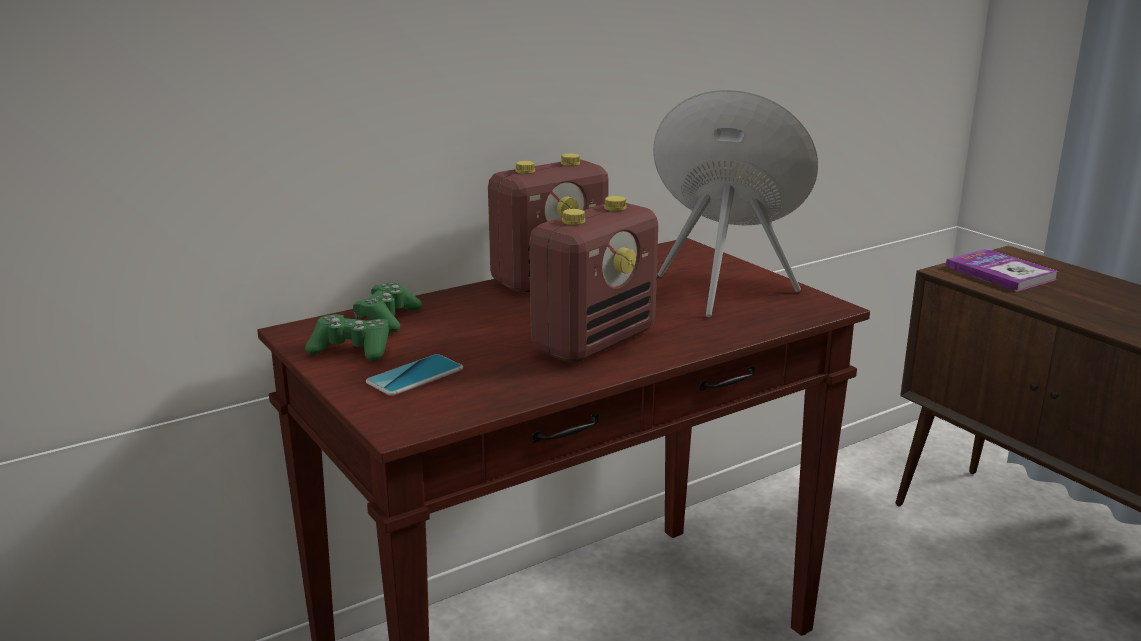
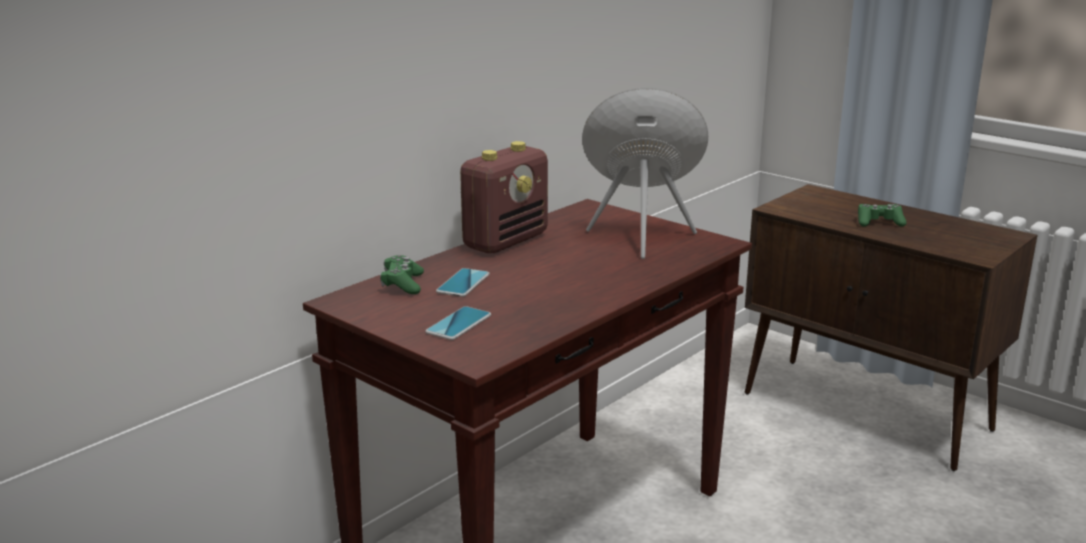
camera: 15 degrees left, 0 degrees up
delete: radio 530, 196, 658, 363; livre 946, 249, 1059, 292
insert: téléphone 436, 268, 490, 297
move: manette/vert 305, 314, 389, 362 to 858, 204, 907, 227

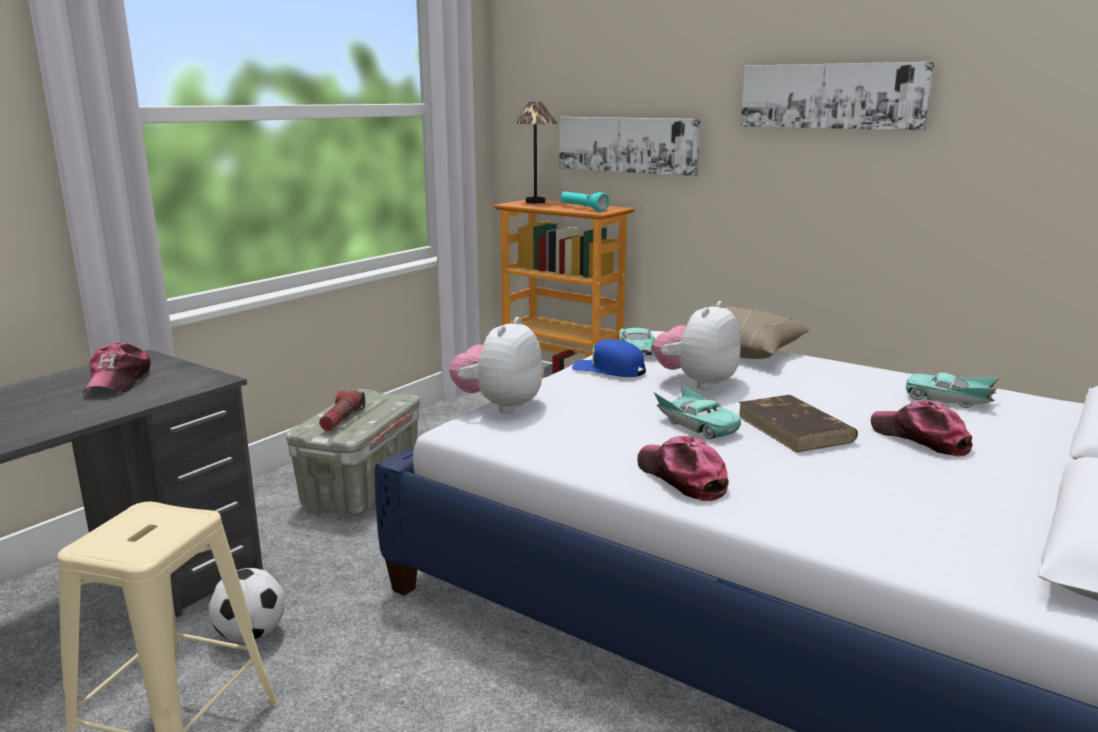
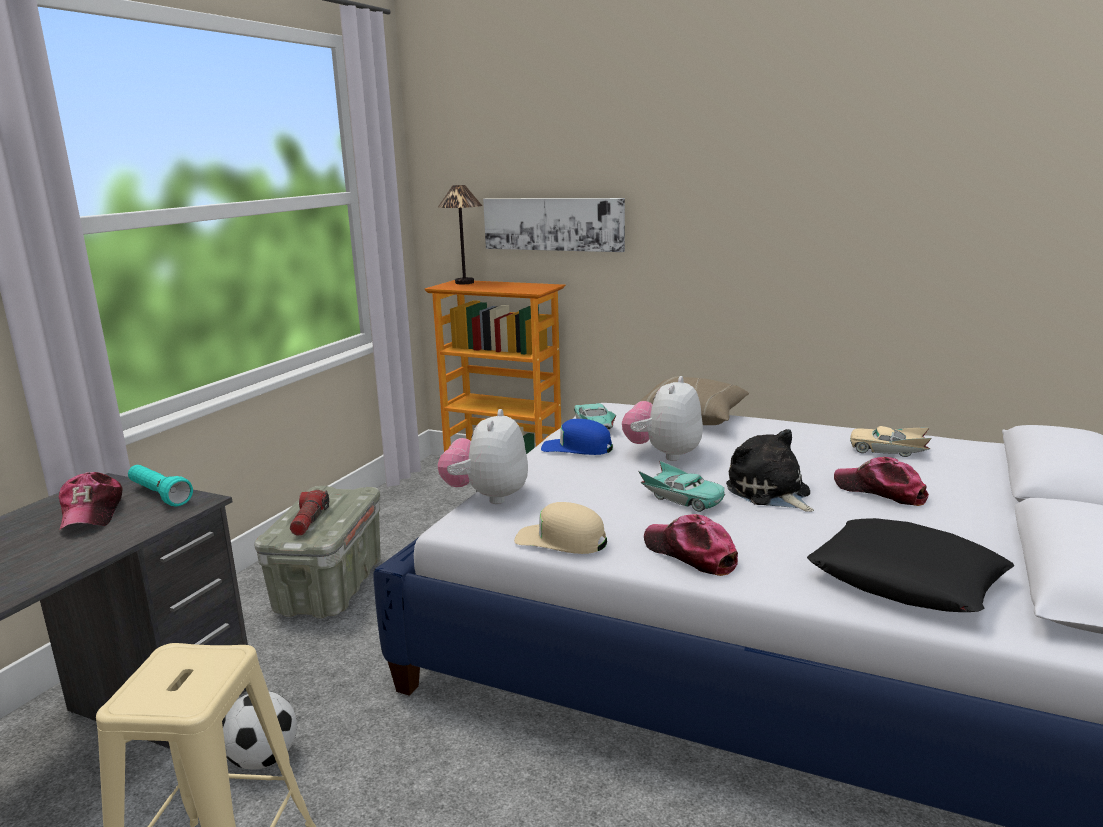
camera: 10 degrees left, 0 degrees up
delete: tableau 741, 62, 934, 131
insert: casquette/beige 514, 502, 607, 554; coussin/noir 807, 518, 1014, 612
move: lampe de poche/turquoise 561, 192, 609, 212 to 128, 465, 193, 507
replace: livre/marron 738, 395, 858, 453 to peluche 726, 429, 814, 512
recolor: petite voiture/turquoise 906, 372, 999, 408 to petite voiture/beige 850, 426, 932, 457

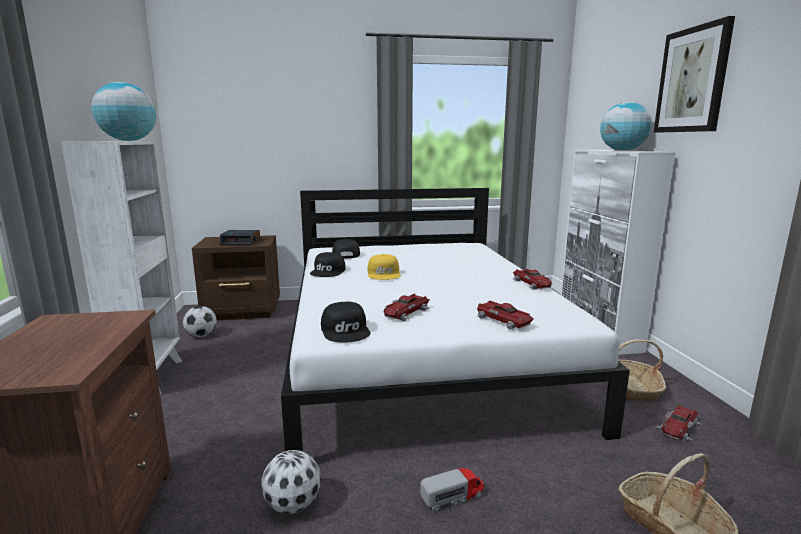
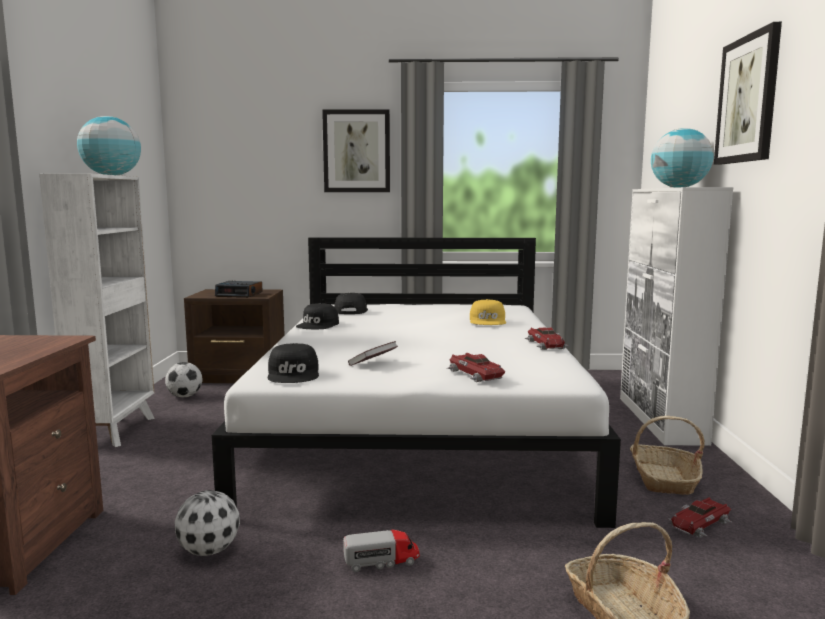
camera: 10 degrees right, 5 degrees down
insert: tableau 322, 109, 390, 192
move: casquette/jaune 367, 254, 401, 280 to 470, 299, 506, 325
replace: petite voiture 382, 294, 430, 321 to livre 348, 341, 398, 366

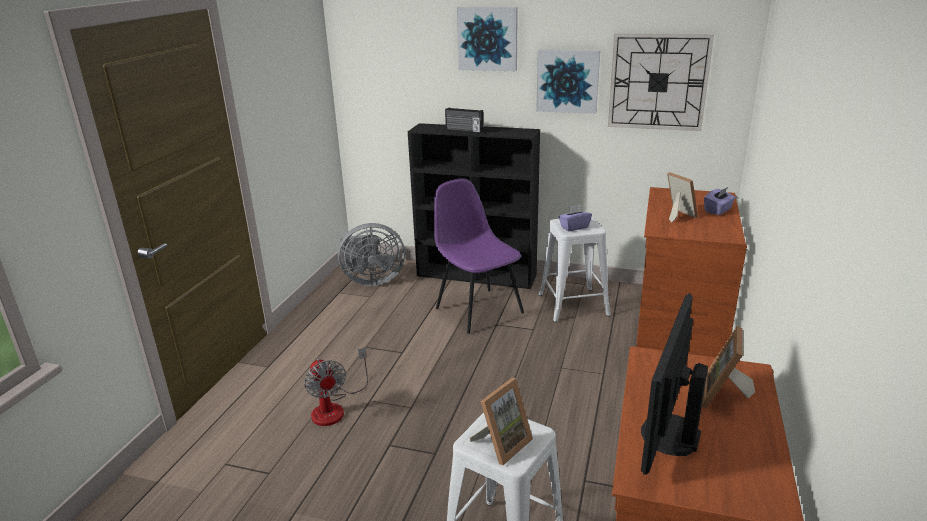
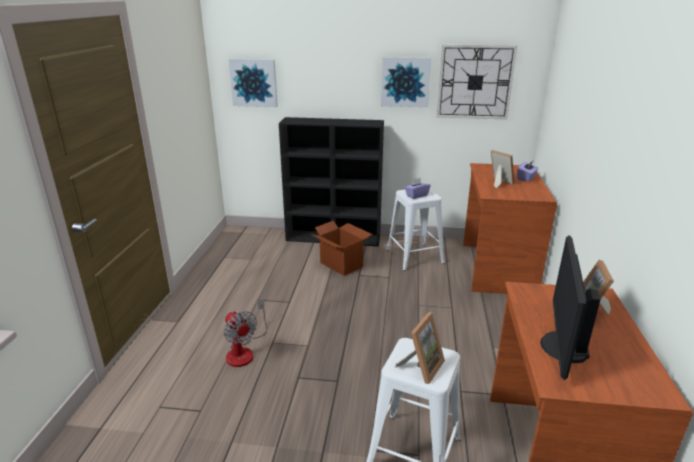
camera: 10 degrees left, 0 degrees up
delete: ventilateur/gris 338, 223, 405, 286; radio 445, 108, 484, 134
move: tableau 457, 7, 518, 71 to 229, 59, 278, 107
replace: chaise/violet 434, 178, 524, 334 to carton 310, 221, 373, 276

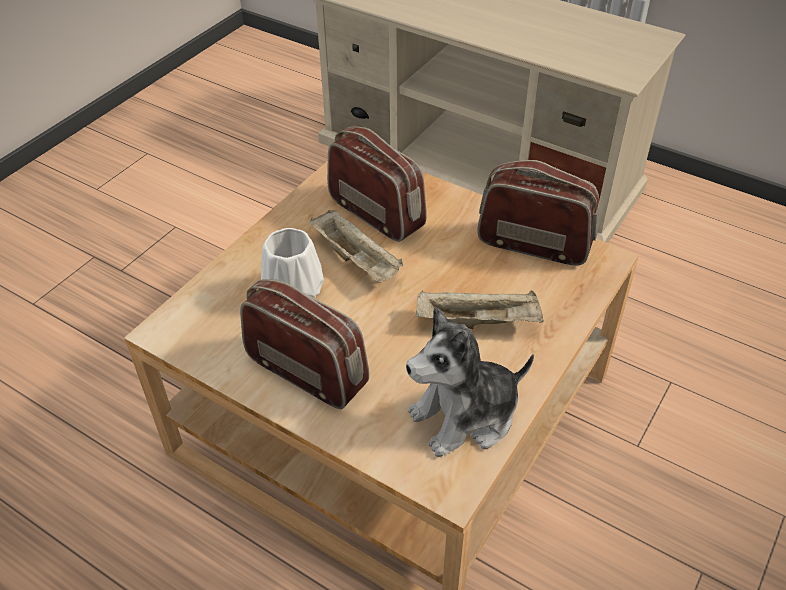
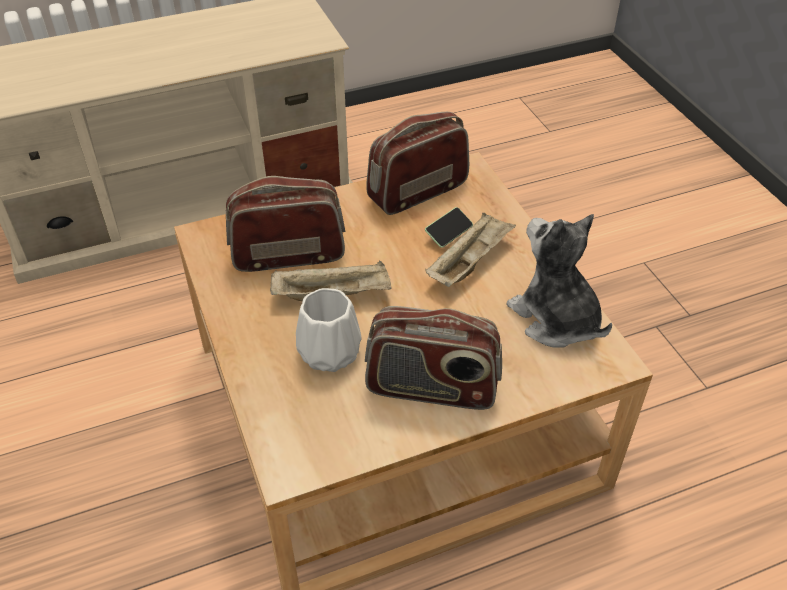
camera: 55 degrees left, 0 degrees up
insert: téléphone 425, 207, 473, 248
rotate: radio 240, 279, 369, 409 = 365, 306, 502, 410 150 degrees counterclockwise; peluche 406, 307, 534, 457 = 506, 214, 612, 347 135 degrees clockwise

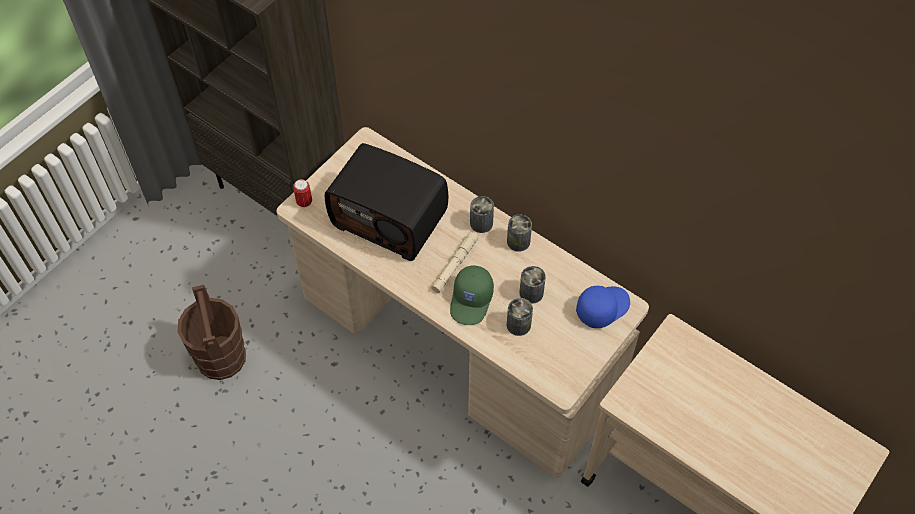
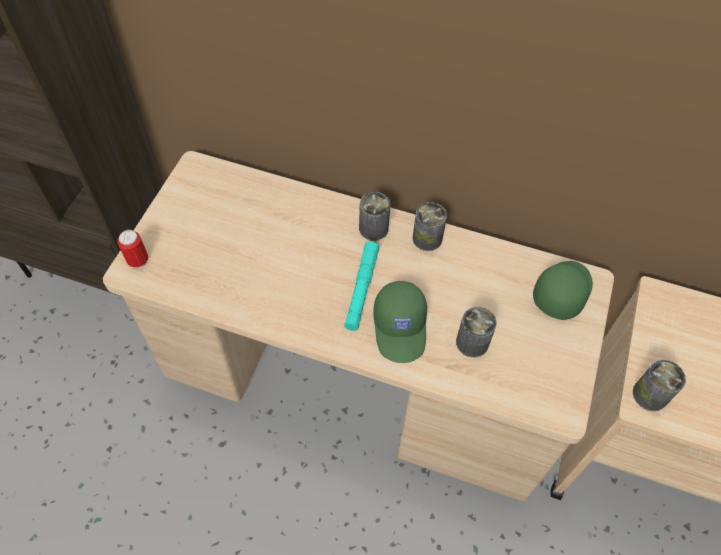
camera: 20 degrees left, 0 degrees up
delete: seau/marron 177, 285, 246, 380; radio 325, 143, 448, 261
move: boîte métallique 519, 266, 546, 304 to 633, 360, 686, 411
recolor: lampe de poche/beige 431, 232, 479, 293 to lampe de poche/turquoise 344, 241, 379, 331; casquette/bleu 576, 286, 630, 328 to casquette/vert 533, 261, 593, 320

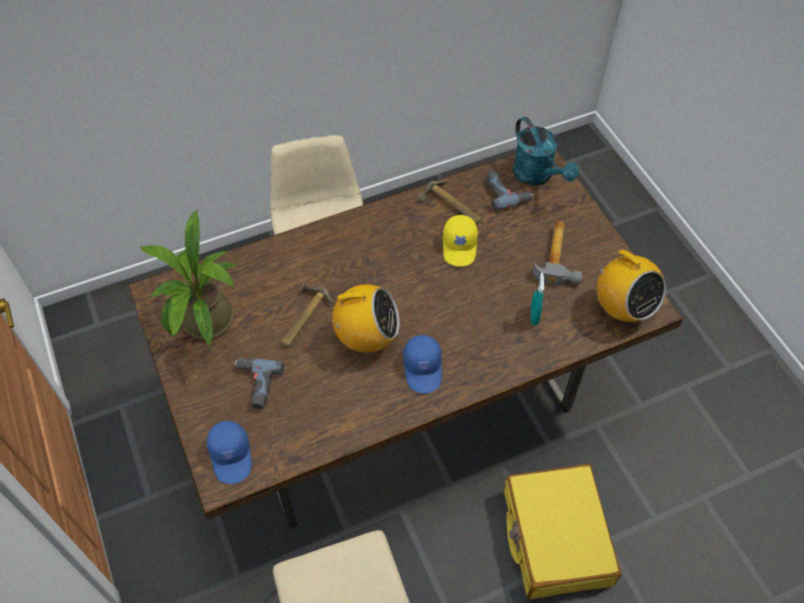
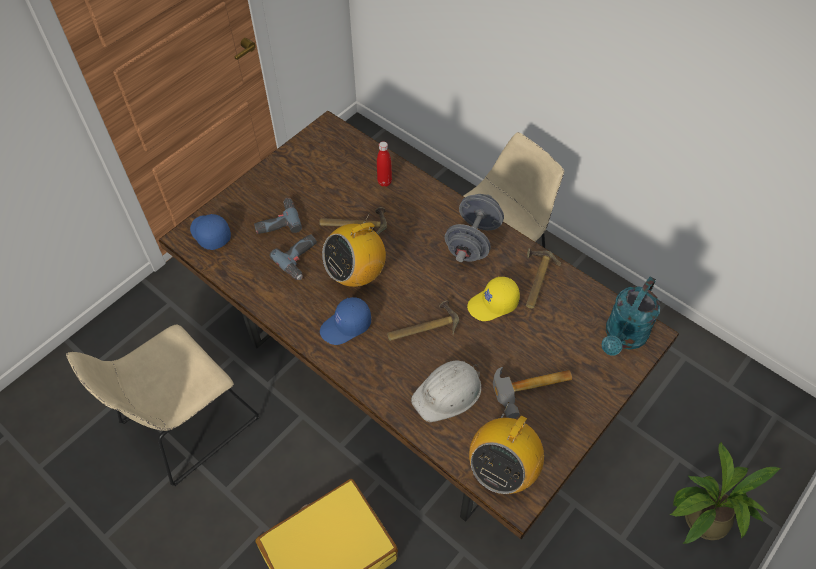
camera: 65 degrees right, 0 degrees up
insert: bouteille/rouge 377, 141, 392, 187; marteau 387, 300, 459, 341; haltère/gris 445, 194, 504, 262
move: plante en pot 140, 210, 237, 347 to 669, 441, 781, 544; perceuse 487, 171, 534, 211 to 269, 234, 317, 280
replace: vaporisateur/turquoise 531, 272, 544, 325 to casque de chantier/blanc 411, 361, 481, 422
rotate: casquette/bleu 207, 421, 252, 484 = 190, 214, 231, 250 90 degrees clockwise; radio 327, 284, 400, 353 = 322, 213, 386, 287 75 degrees clockwise

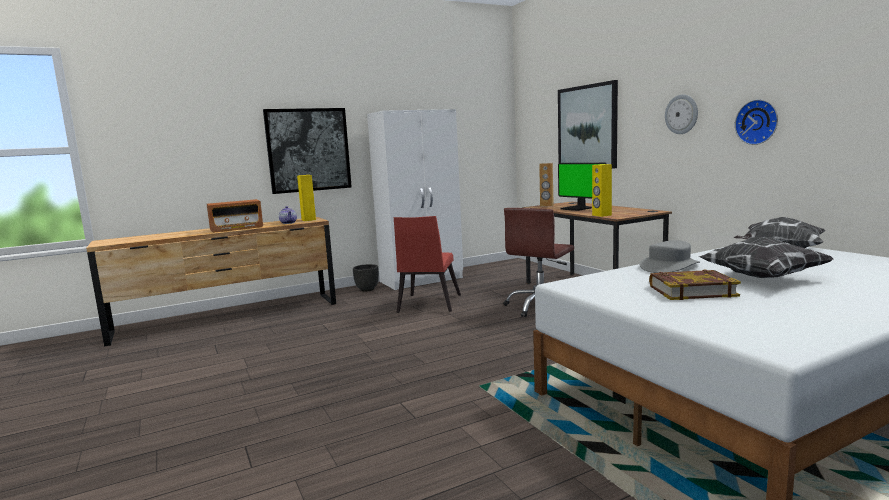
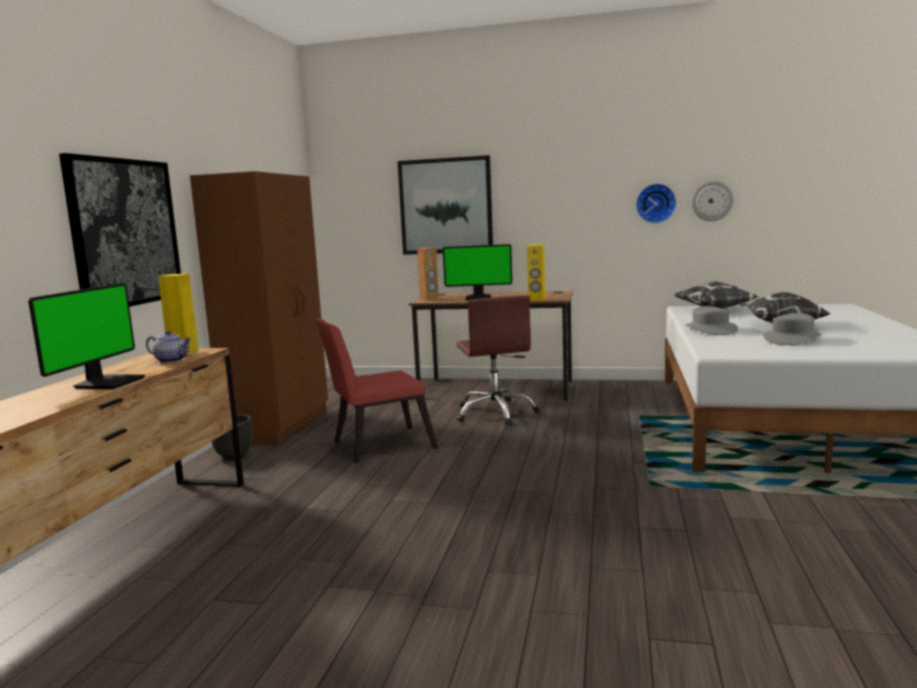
camera: 50 degrees left, 0 degrees up
move: horloge murale 665, 94, 698, 134 to 692, 181, 733, 221
replace: radio 207, 199, 263, 233 to écran d'ordinateur 28, 283, 145, 389; livre 649, 270, 741, 300 to chapeau/gris 764, 313, 822, 345
recolor: armoire/blanc 367, 109, 463, 290 to armoire/marron 190, 171, 328, 445
rotate: chaise/rouge 394, 216, 461, 313 = 315, 318, 438, 463 105 degrees clockwise

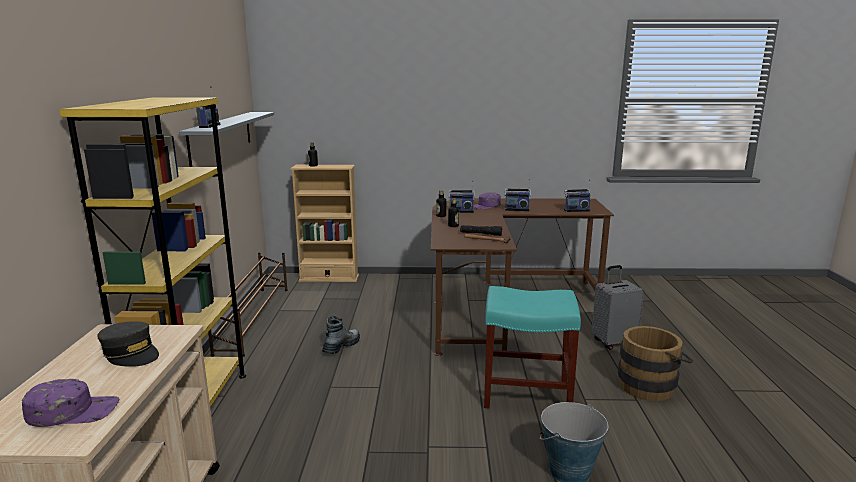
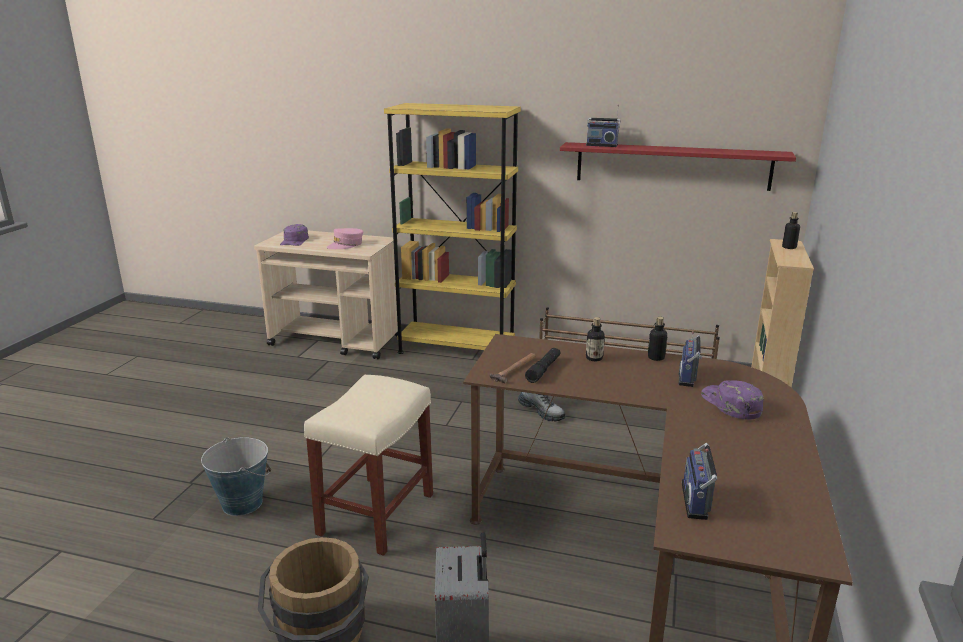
camera: 105 degrees right, 5 degrees up
delete: radio 505, 179, 531, 211
recolor: casquette/gris 97, 321, 159, 367 to casquette/rose 327, 228, 363, 249; étagère/gris 179, 112, 274, 167 to étagère/rouge 560, 142, 796, 191; tabouret/turquoise 484, 286, 581, 408 to tabouret/beige 304, 375, 433, 556

